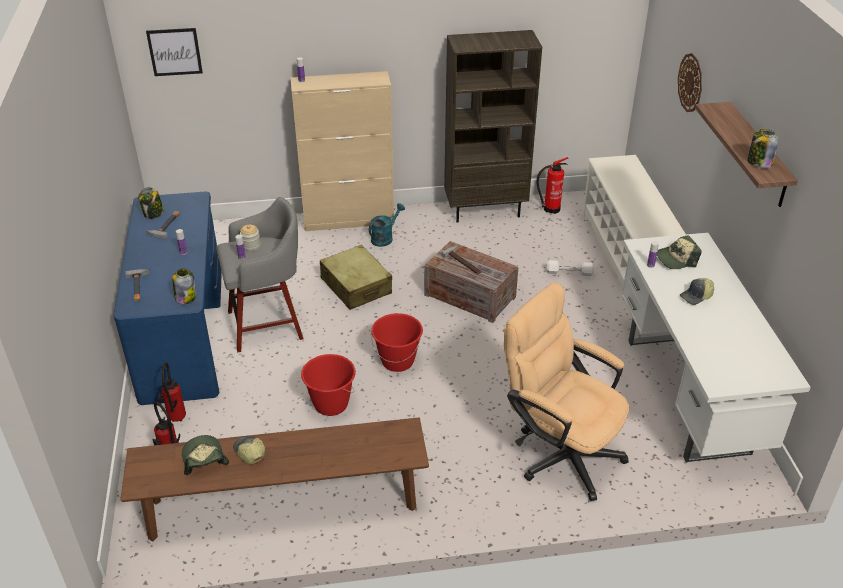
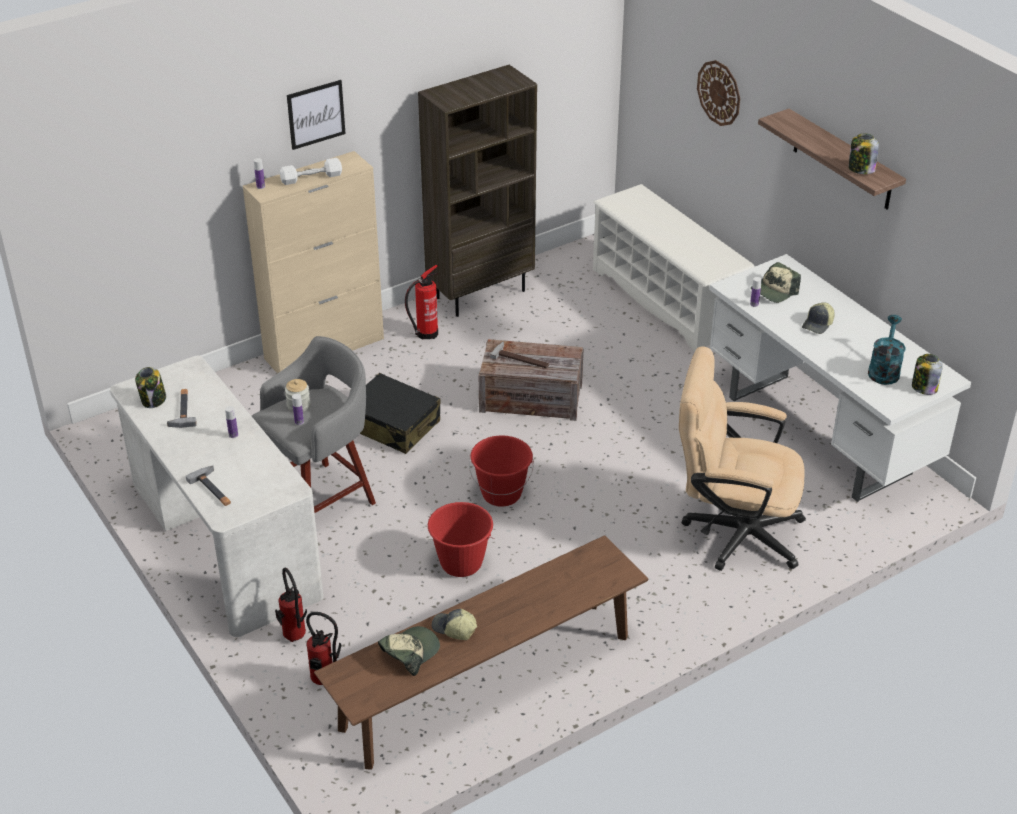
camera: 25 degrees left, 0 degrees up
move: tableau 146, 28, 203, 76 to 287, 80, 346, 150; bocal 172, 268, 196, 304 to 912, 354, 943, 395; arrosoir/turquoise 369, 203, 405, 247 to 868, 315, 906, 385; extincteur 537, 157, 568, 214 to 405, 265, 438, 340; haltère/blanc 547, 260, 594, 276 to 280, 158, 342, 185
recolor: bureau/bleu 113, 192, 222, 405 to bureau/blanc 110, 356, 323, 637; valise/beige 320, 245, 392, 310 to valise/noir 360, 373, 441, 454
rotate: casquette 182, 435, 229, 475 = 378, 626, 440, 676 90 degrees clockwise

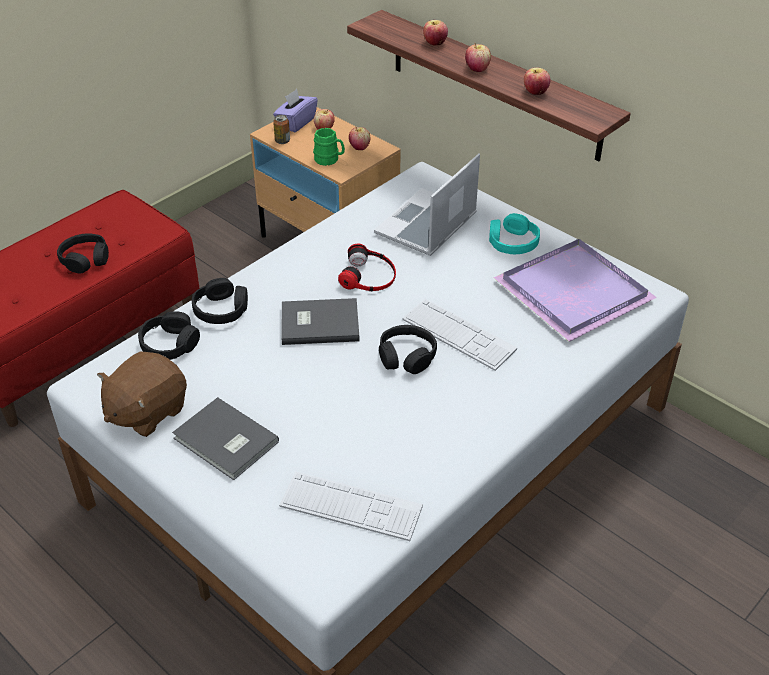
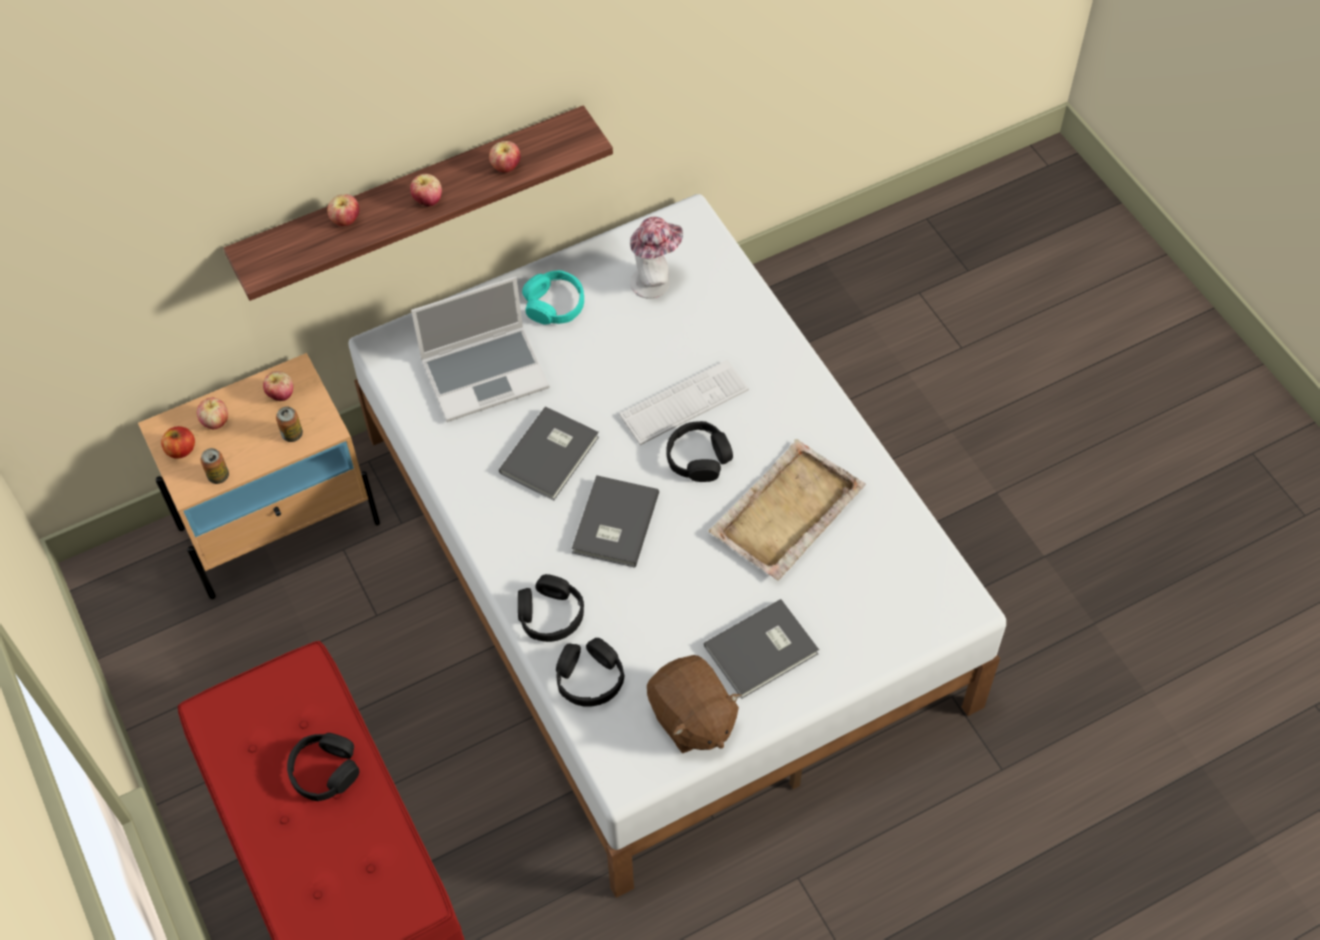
camera: 70 degrees left, 15 degrees up
delete: clavier 279, 471, 423, 541
insert: plateau/beige 709, 439, 866, 580
replace: boîte à mouchoirs/violet 273, 89, 318, 132 to pomme 161, 426, 195, 459; mug/vert 313, 128, 345, 166 to boîte métallique 276, 407, 303, 442; casque audio 338, 244, 396, 291 to livre/gris 499, 406, 599, 500; plateau/violet 493, 239, 657, 342 to chapeau 630, 217, 683, 299
rotate: ordinateur portable 374, 153, 480, 256 = 411, 276, 550, 422 75 degrees counterclockwise

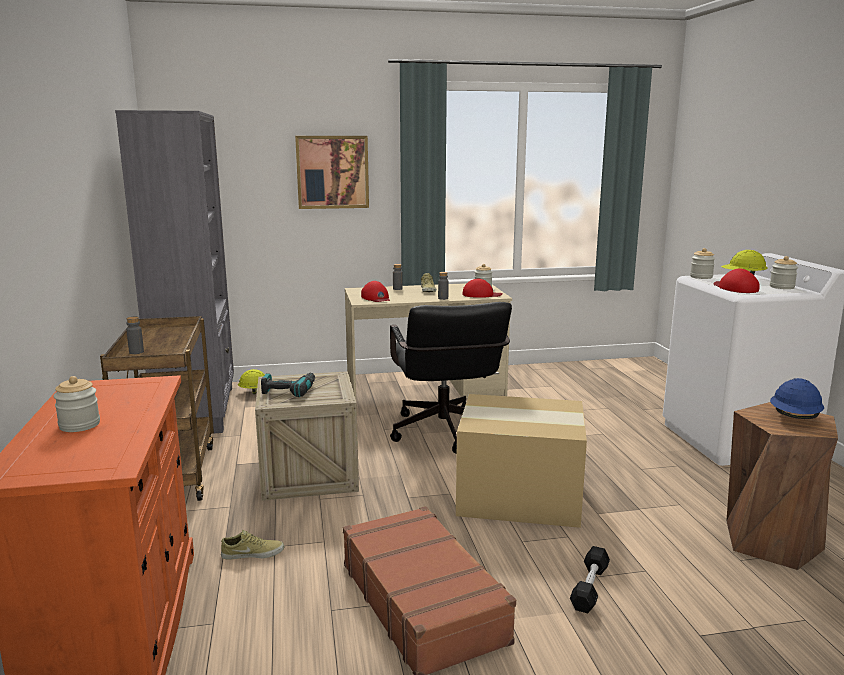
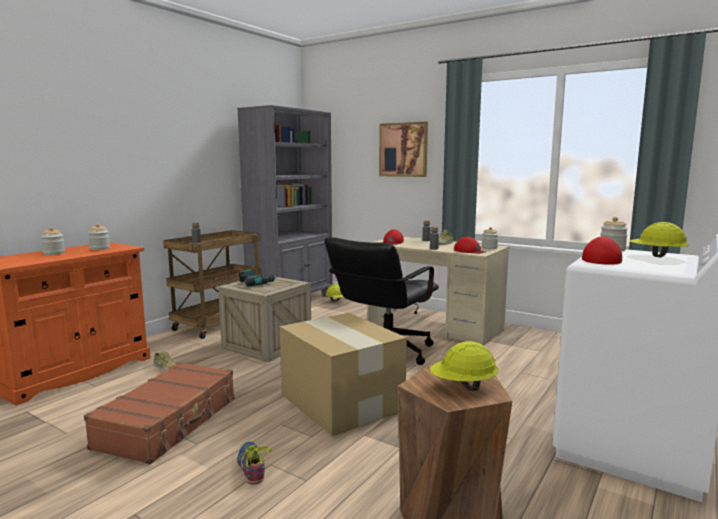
camera: 45 degrees right, 5 degrees down
move: bocal 770, 256, 798, 289 to 88, 224, 110, 250
replace: haltère/noir 570, 546, 610, 613 to chaussure 237, 442, 271, 485
recolor: casque de chantier/bleu 770, 378, 824, 419 to casque de chantier/jaune 430, 341, 498, 391

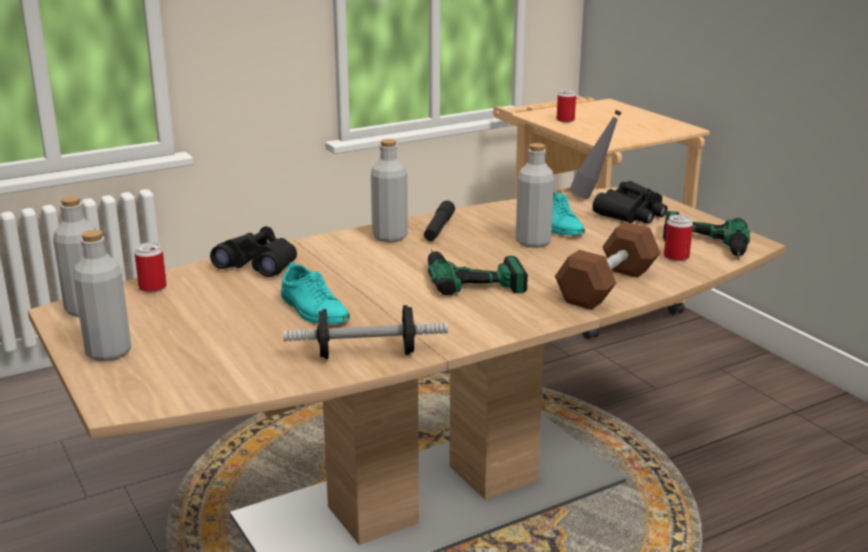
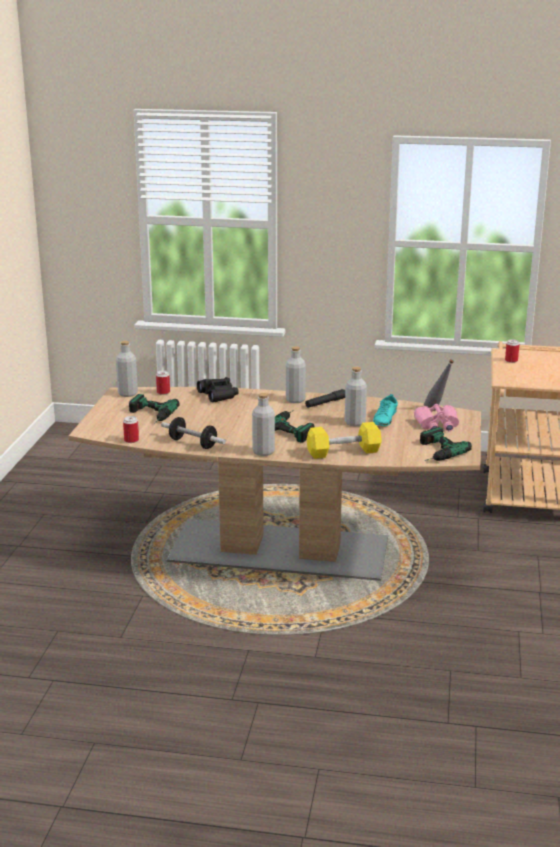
camera: 40 degrees right, 0 degrees up
delete: chaussure/turquoise 281, 262, 350, 324
insert: perceuse 129, 394, 179, 423
move: bouteille/gris 73, 230, 131, 361 to 252, 393, 275, 456; boîte métallique 664, 215, 693, 261 to 123, 416, 139, 443
recolor: haltère/marron 555, 222, 661, 310 to haltère/jaune 307, 422, 382, 459; jumelles/noir 592, 181, 667, 224 to jumelles/rose 414, 404, 459, 431

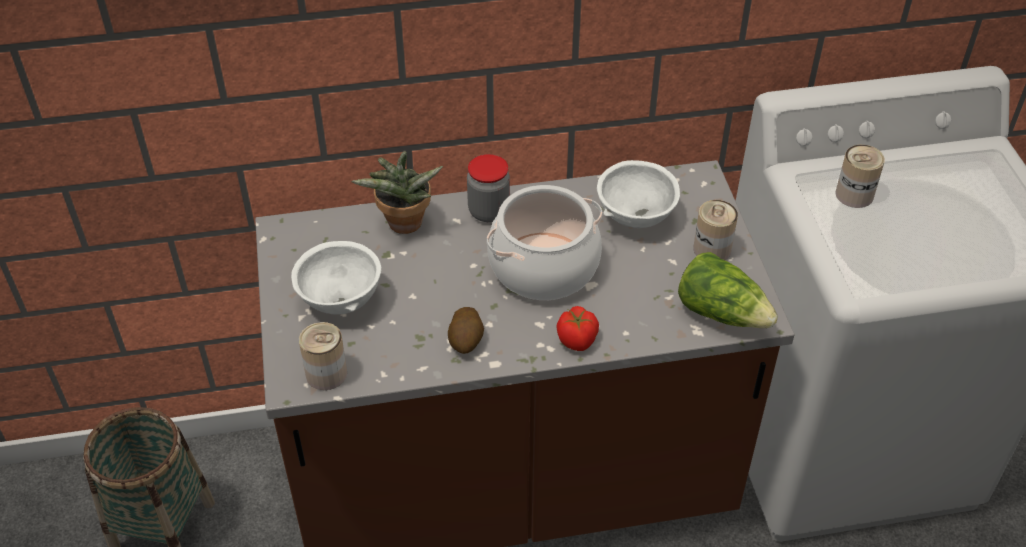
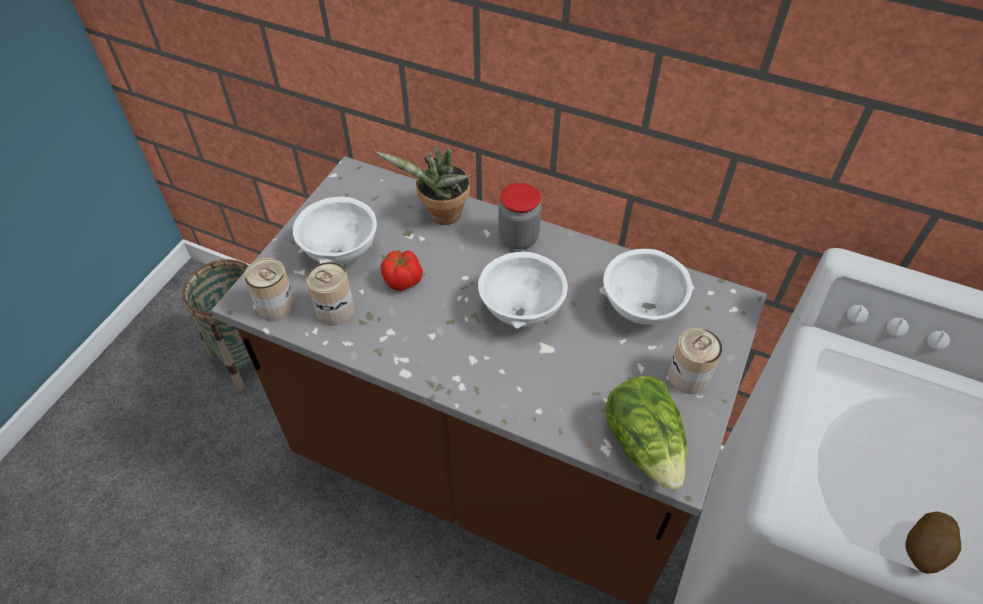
camera: 35 degrees right, 5 degrees up
move: pomme de terre 448, 307, 484, 354 to 905, 511, 961, 574; tomate 557, 306, 599, 351 to 381, 249, 423, 291; boîte métallique 836, 145, 885, 208 to 307, 262, 355, 326
replace: marmite 487, 185, 602, 300 to bol/blanc 478, 252, 568, 329

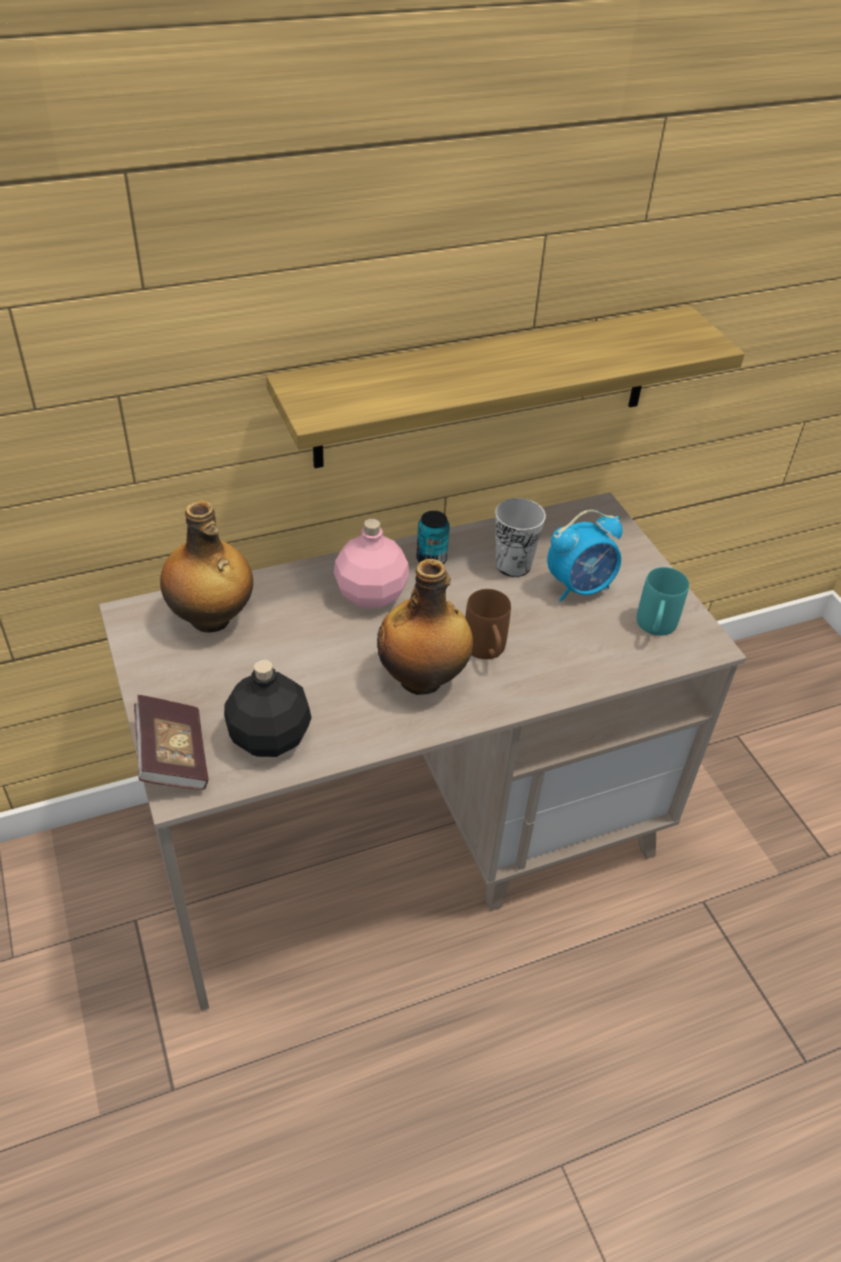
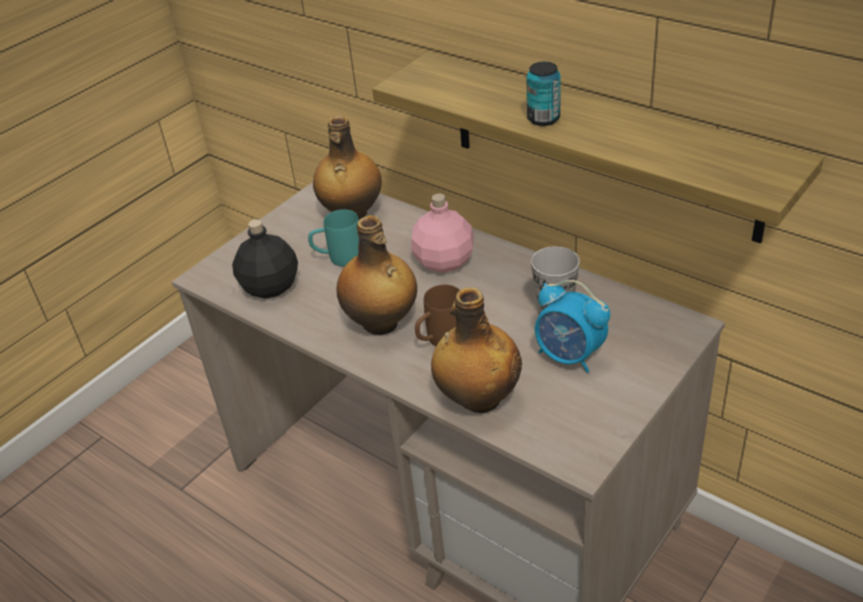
camera: 65 degrees right, 5 degrees down
delete: livre 134, 695, 209, 790
insert: bouteille 431, 287, 522, 413
move: boîte métallique 416, 511, 450, 564 to 526, 62, 561, 126; mug/turquoise 636, 567, 689, 636 to 308, 209, 359, 267

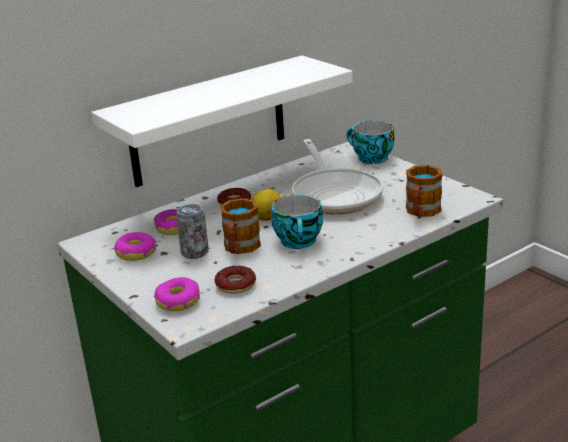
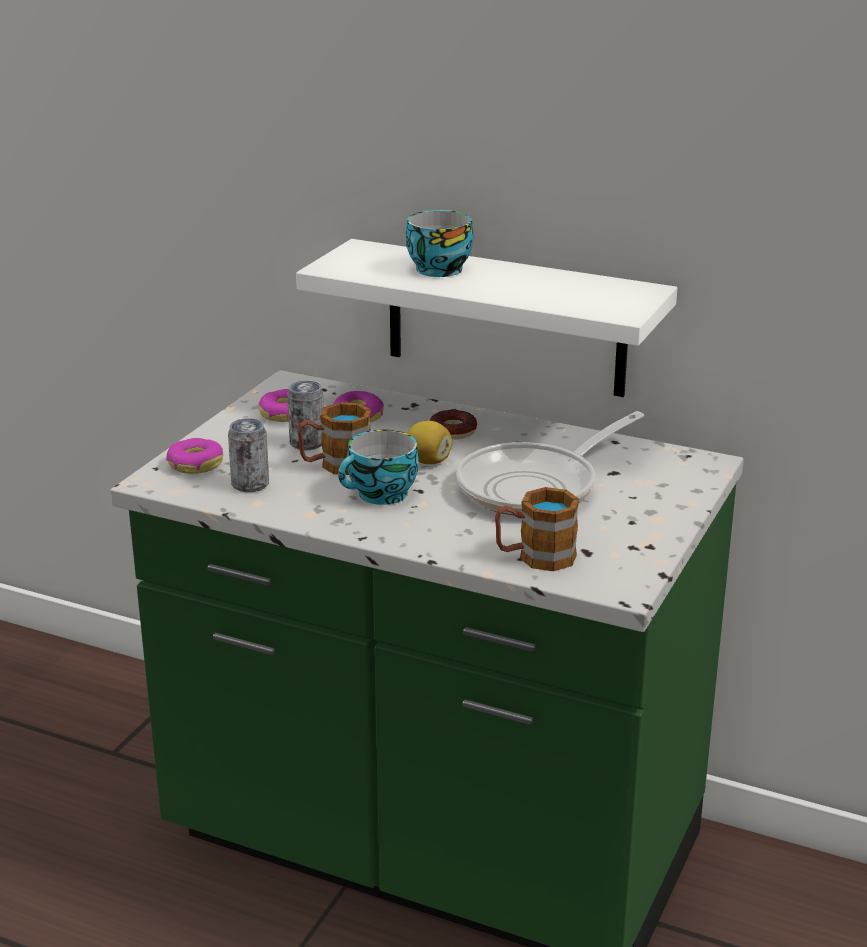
camera: 60 degrees right, 0 degrees up
move: tasse 347, 121, 395, 164 to 406, 210, 473, 277
replace: beignet 215, 266, 256, 294 to boîte métallique 228, 418, 269, 492

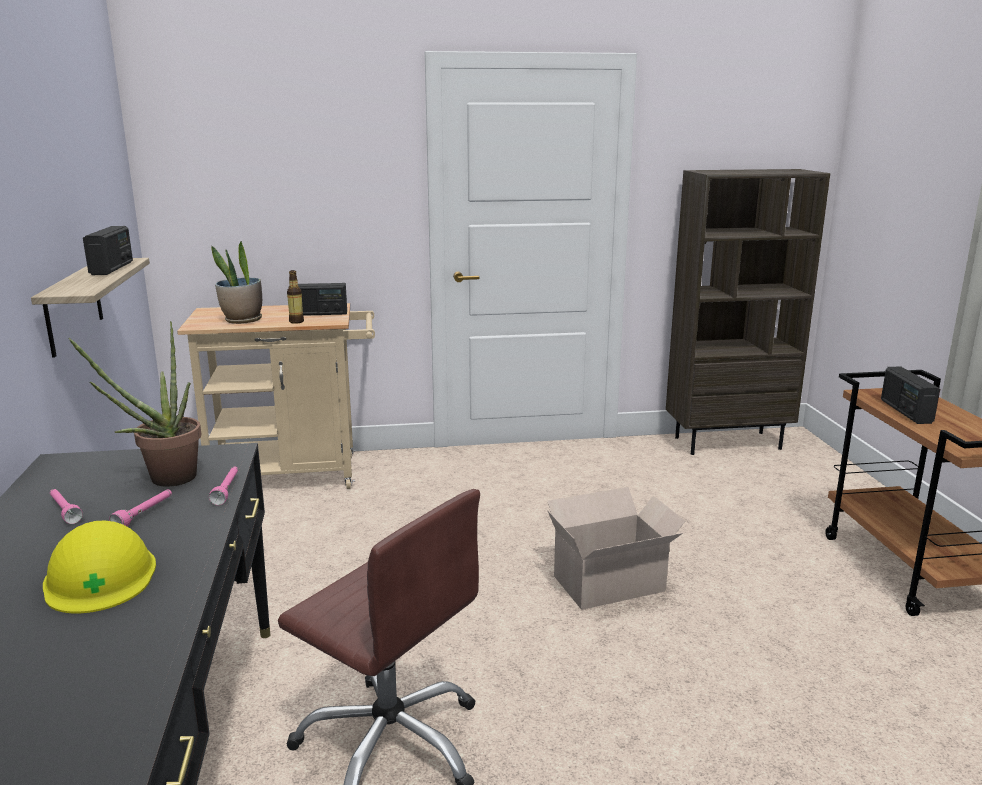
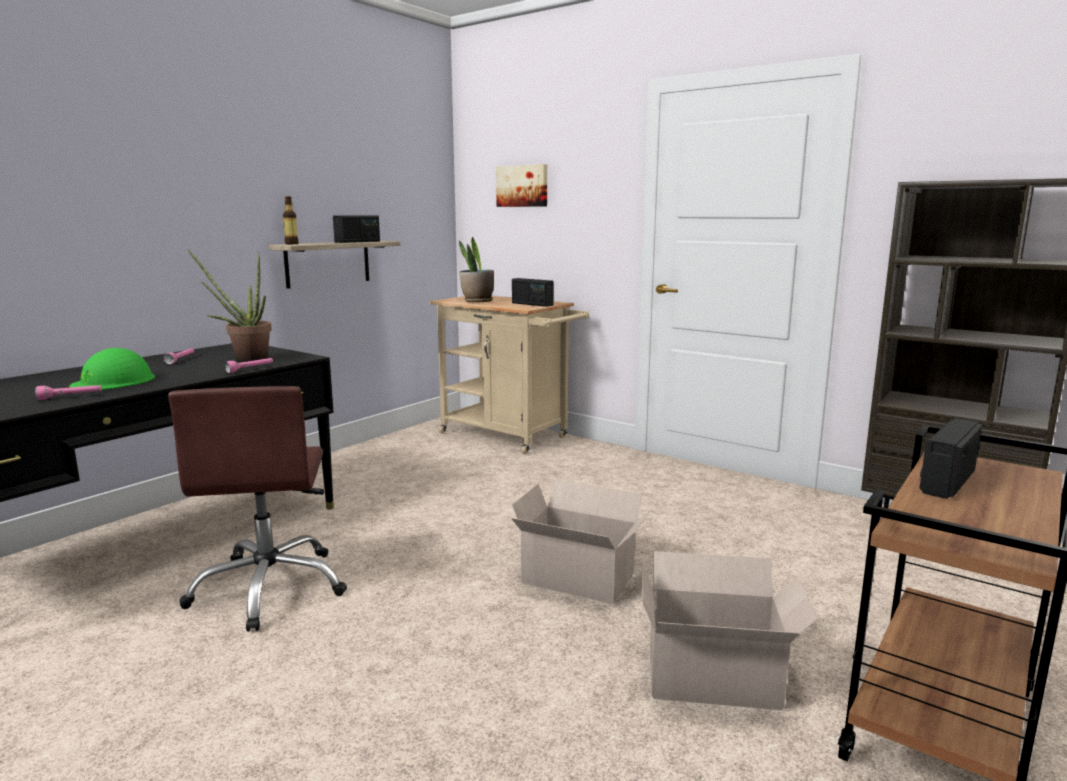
camera: 45 degrees right, 5 degrees down
insert: tableau 496, 164, 547, 207; carton 641, 551, 818, 710
move: lampe de poche/rose 109, 489, 172, 526 to 35, 385, 102, 400; bouteille 287, 270, 304, 324 to 283, 196, 299, 244
recolor: casque de chantier/jaune 43, 520, 156, 613 to casque de chantier/vert 69, 348, 155, 390

